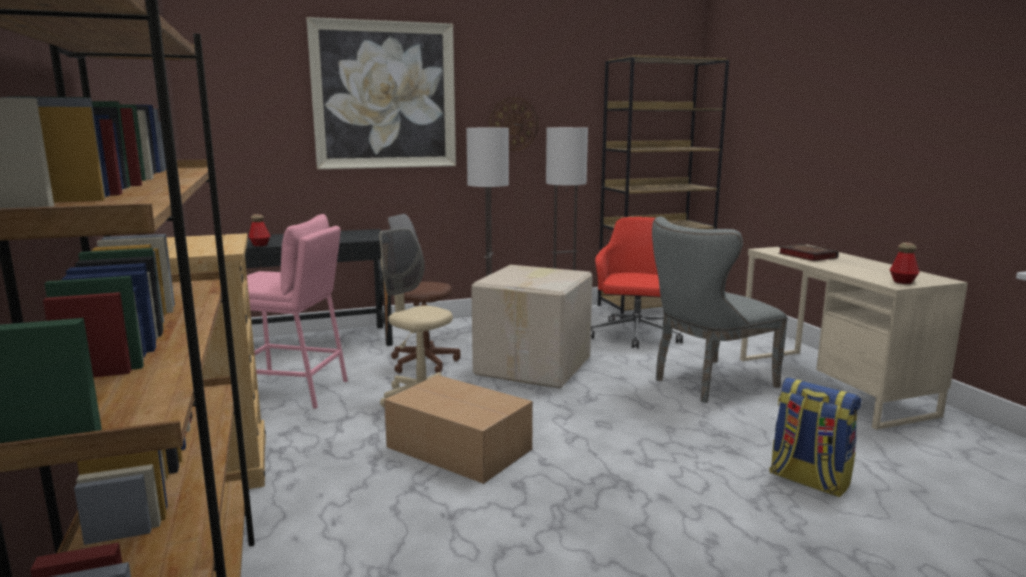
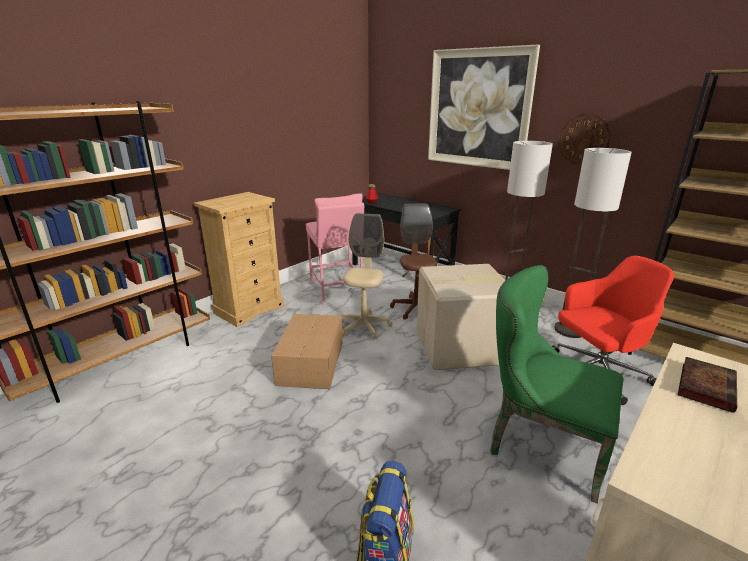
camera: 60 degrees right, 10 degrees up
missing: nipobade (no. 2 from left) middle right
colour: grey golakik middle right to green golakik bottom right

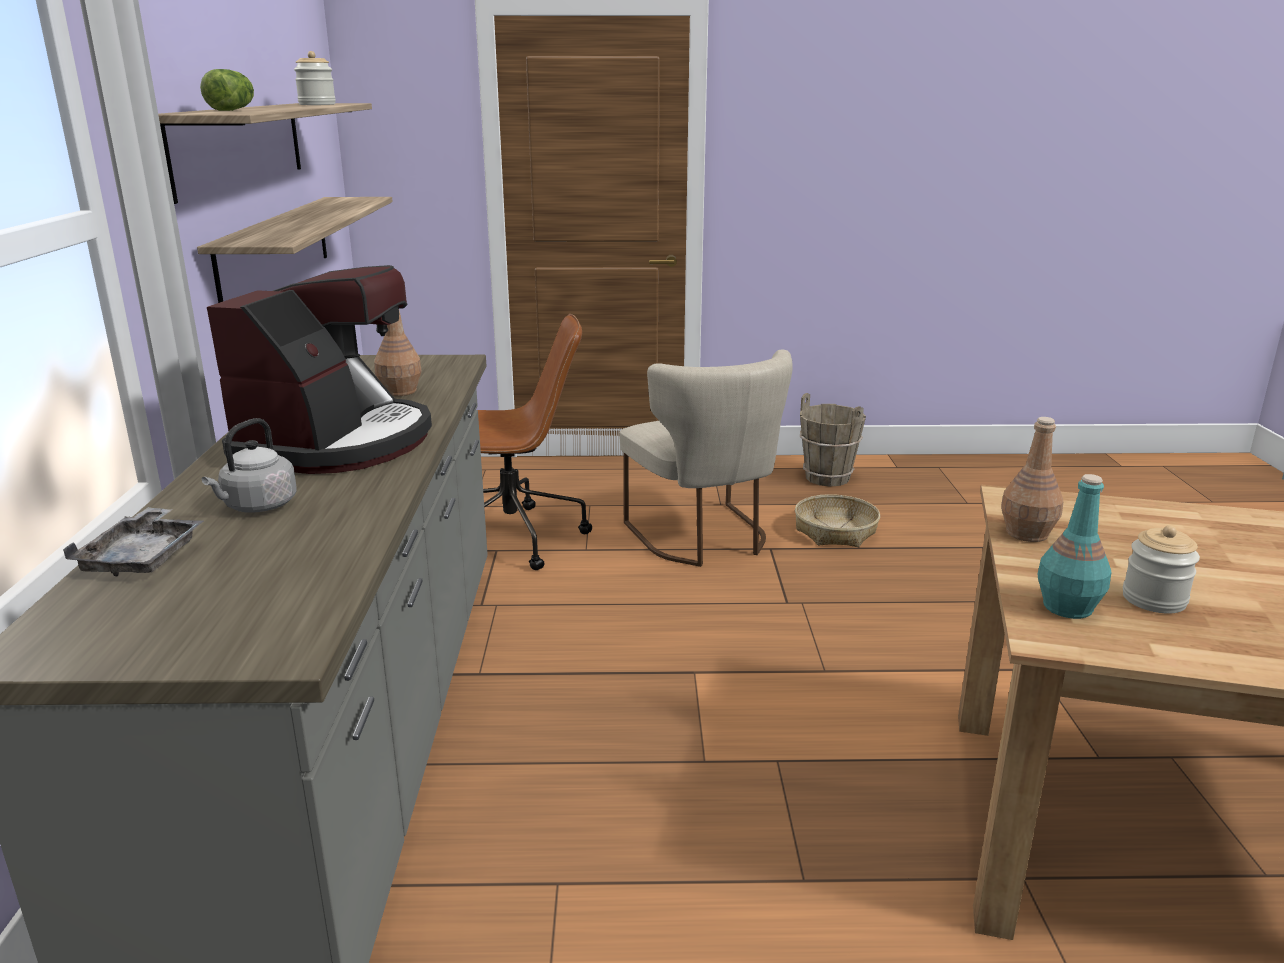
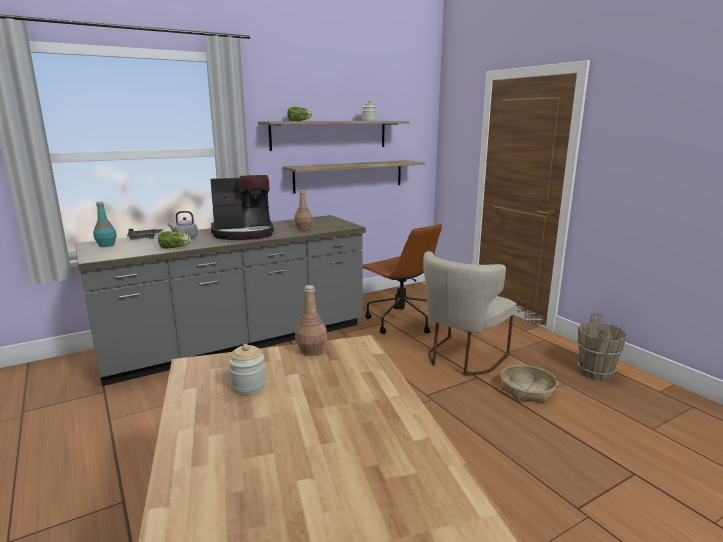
camera: 60 degrees right, 5 degrees down
appeared: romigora (no. 1 from left) middle left
relocated: turquoise nipobade middle right to middle left

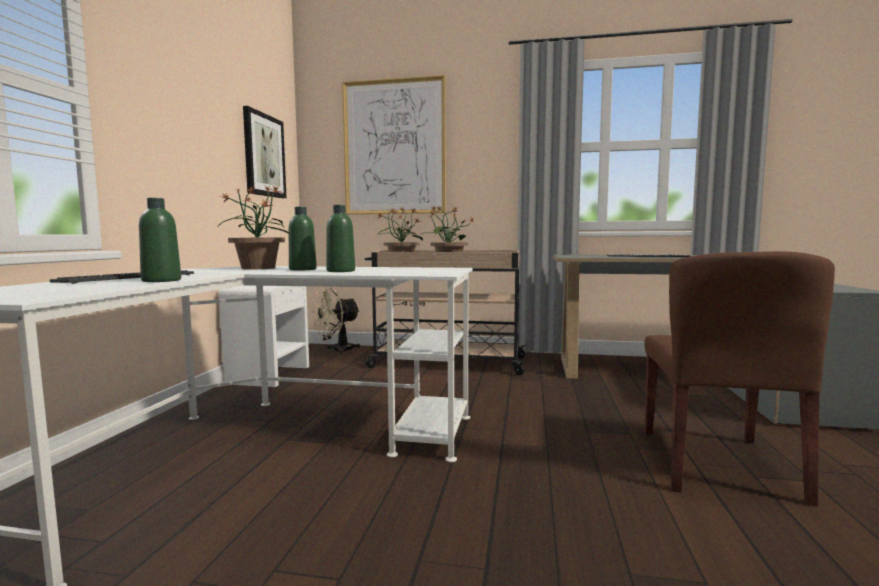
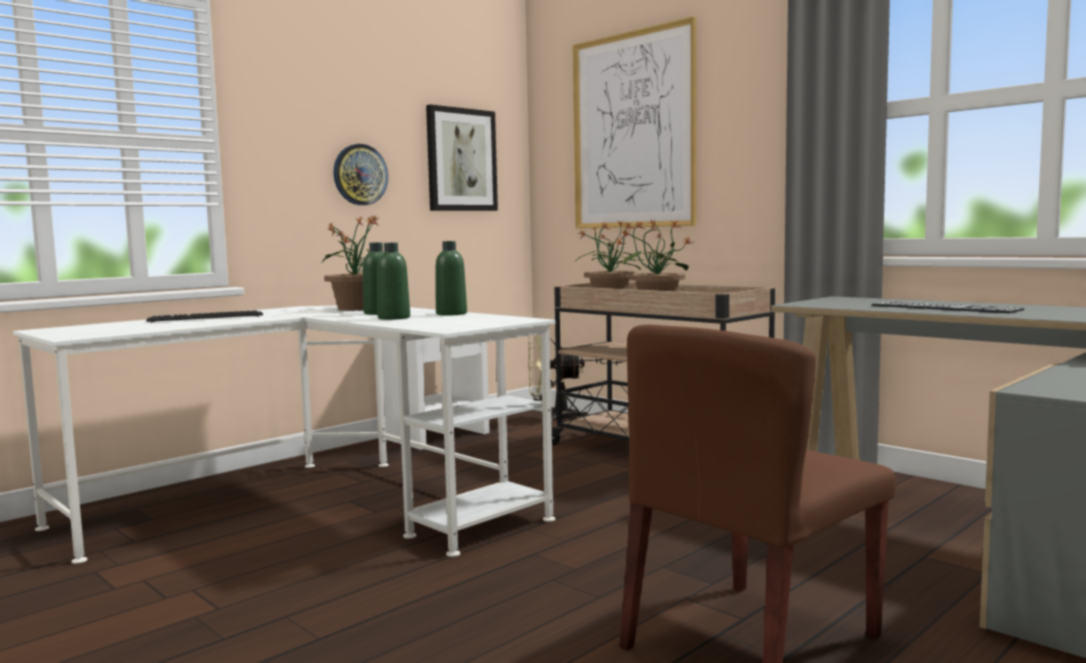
camera: 35 degrees right, 0 degrees up
appeared: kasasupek top left
relocated: green nipobade (no. 1 from left in the first image) middle left to green nipobade (no. 3 from left) centre

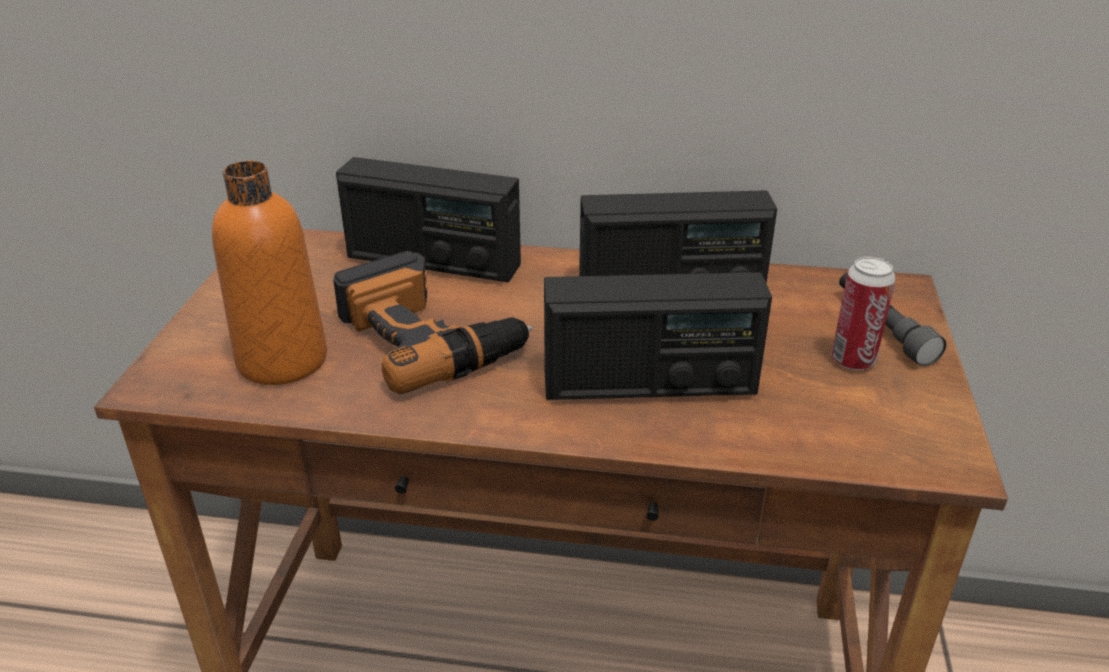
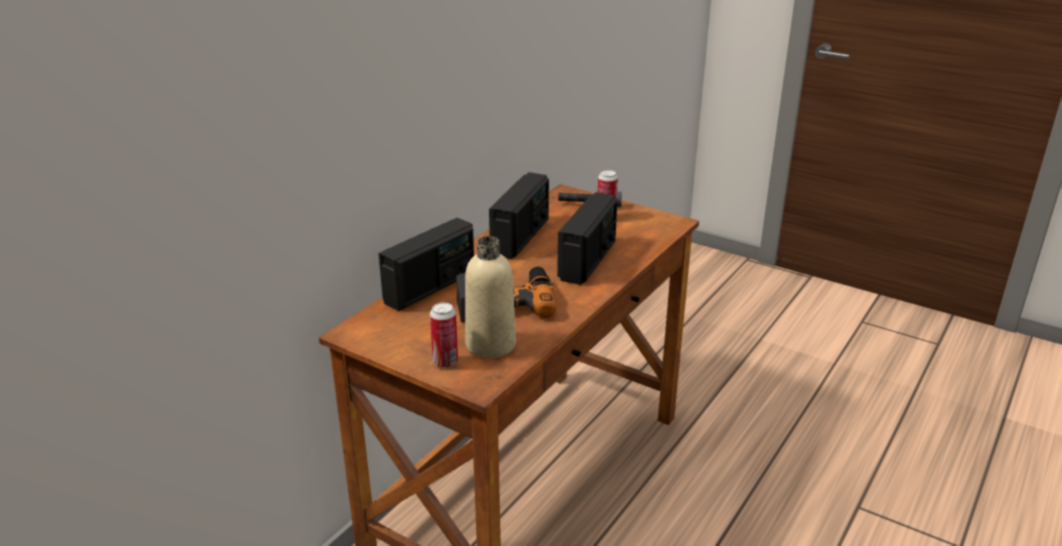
camera: 65 degrees left, 5 degrees down
appeared: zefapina (no. 1 from left) centre
colour: orange nipobade middle left to beige nipobade centre

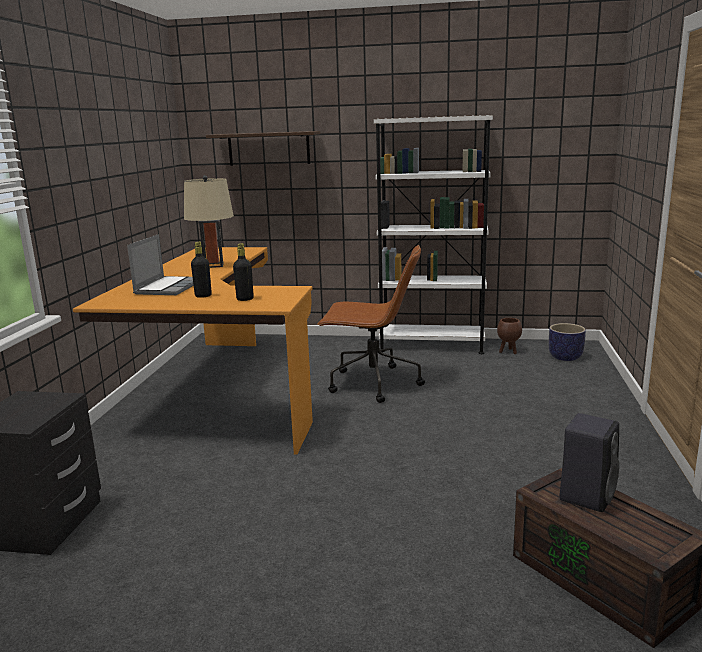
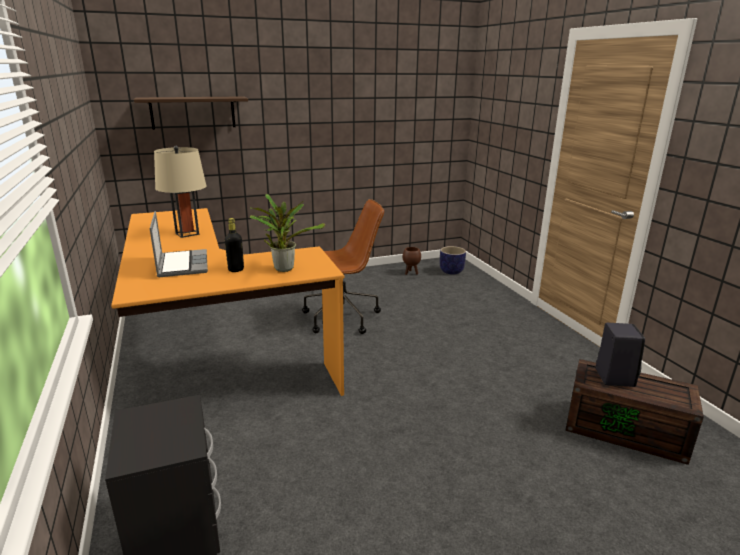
camera: 30 degrees left, 5 degrees up
missing: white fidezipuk centre
exchanged: black nipobade (no. 2 from left) centre to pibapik centre

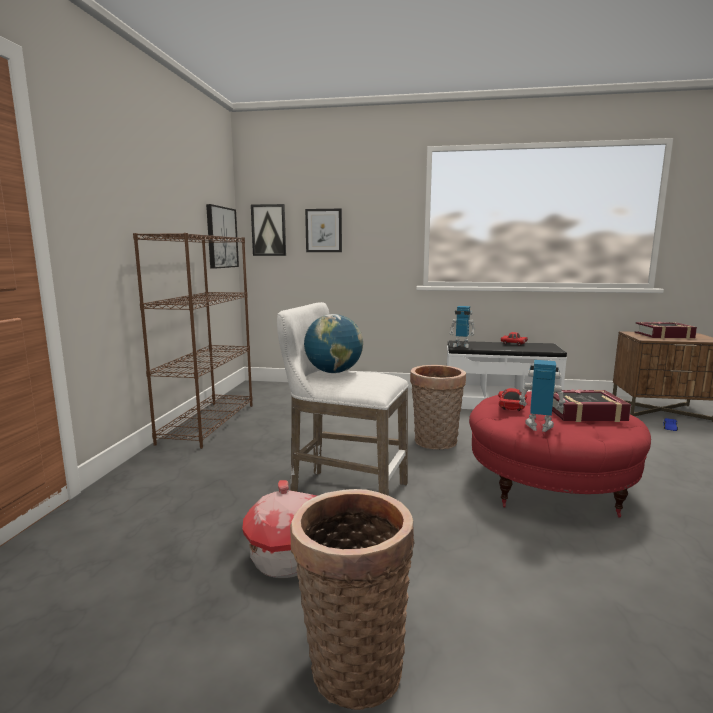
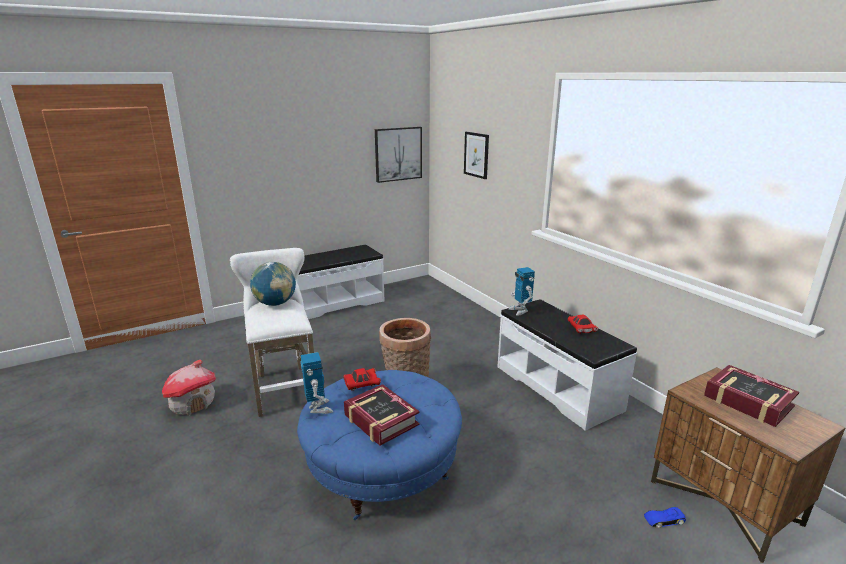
camera: 50 degrees right, 10 degrees up
missing: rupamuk (no. 2 from left) top centre; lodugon (no. 1 from left) bottom centre
exchanged: brown fidezipuk middle left to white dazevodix (no. 1 from left) centre
colour: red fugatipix middle right to blue fugatipix bottom centre

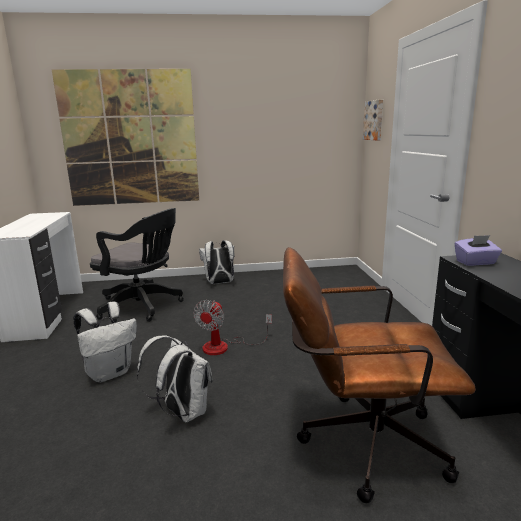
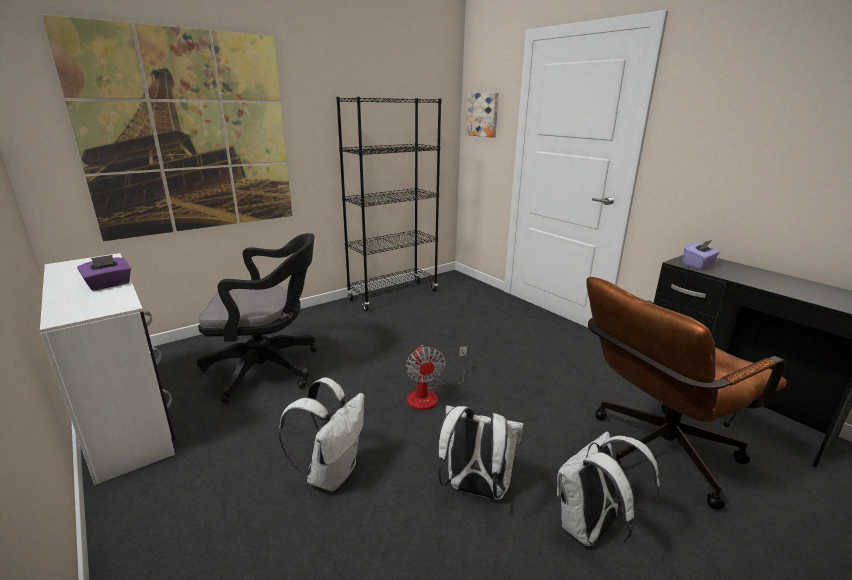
camera: 30 degrees left, 5 degrees up
appeared: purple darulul (no. 1 from left) middle left; black fidezipuk centre
relocated: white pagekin (no. 3 from left) centre to bottom right

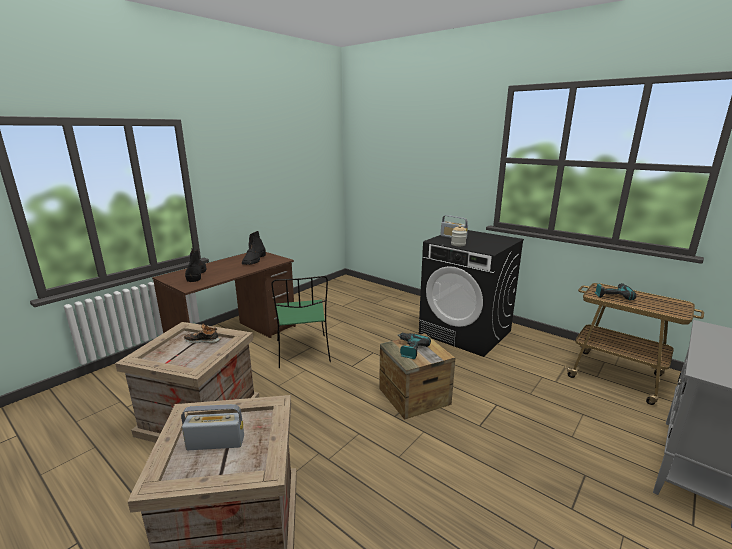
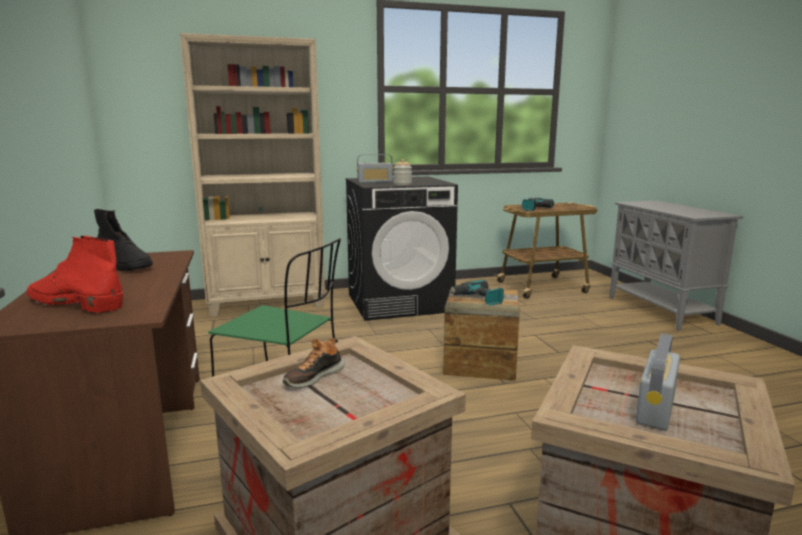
camera: 55 degrees left, 5 degrees down
appeared: beige fidezipuk top left
colour: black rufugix (no. 1 from left) middle left to red rufugix middle left

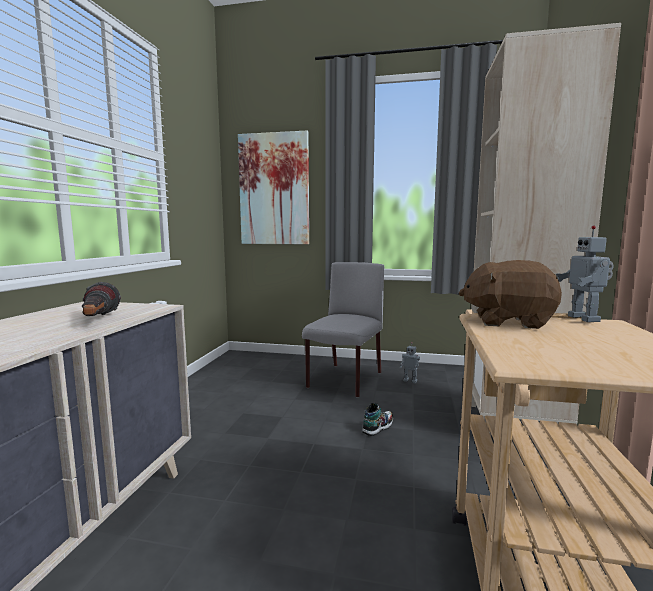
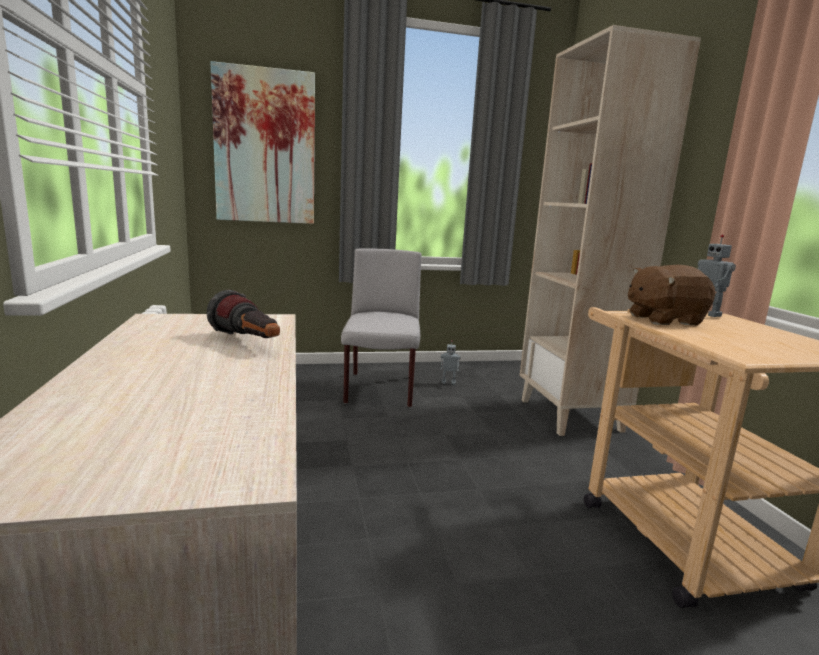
camera: 25 degrees left, 5 degrees up
missing: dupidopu bottom centre

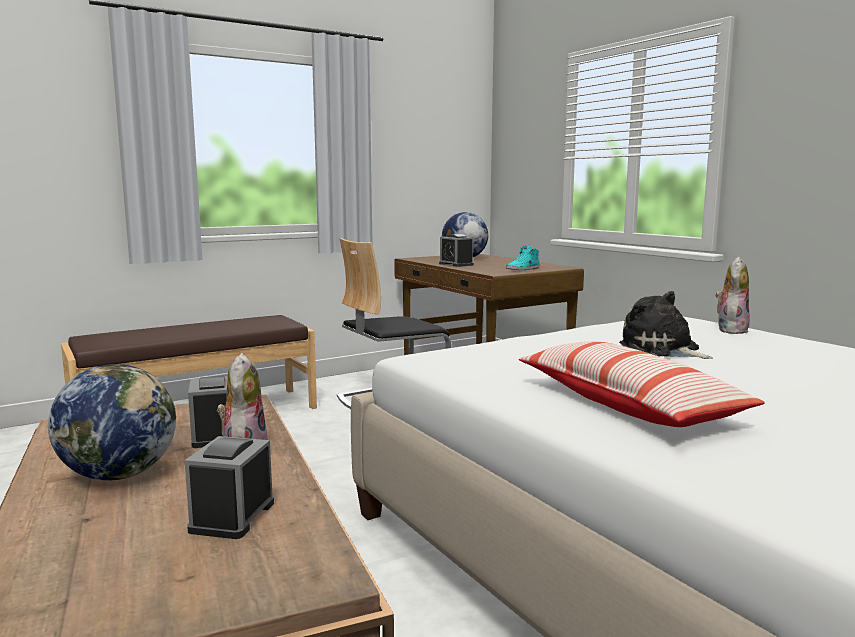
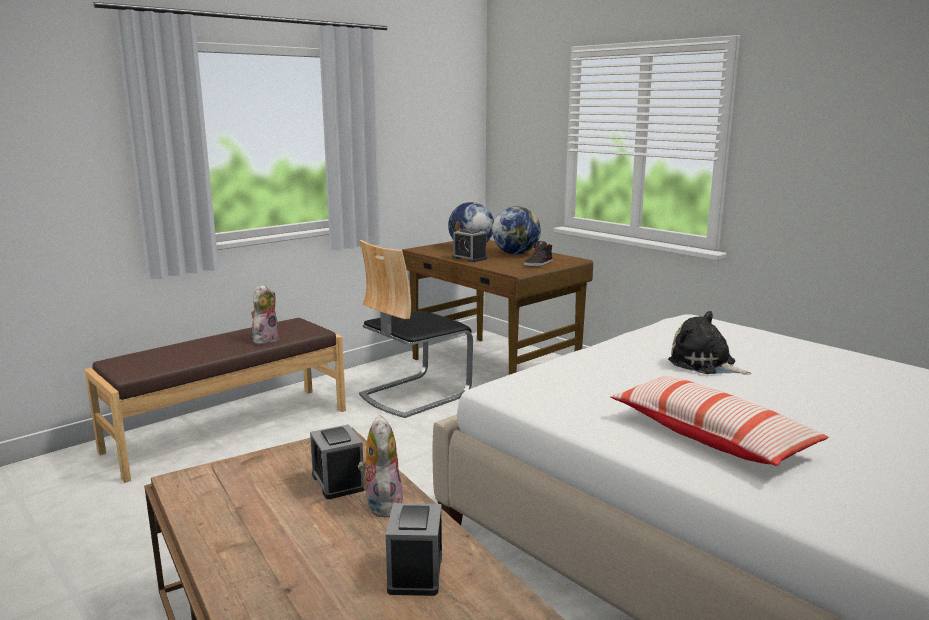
camera: 10 degrees left, 5 degrees up
relocated: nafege (no. 1 from left in the first image) middle left to nafege (no. 2 from left) centre; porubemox (no. 3 from left in the first image) middle right to porubemox (no. 1 from left) middle left
colour: turquoise dupidopu centre to black dupidopu centre

